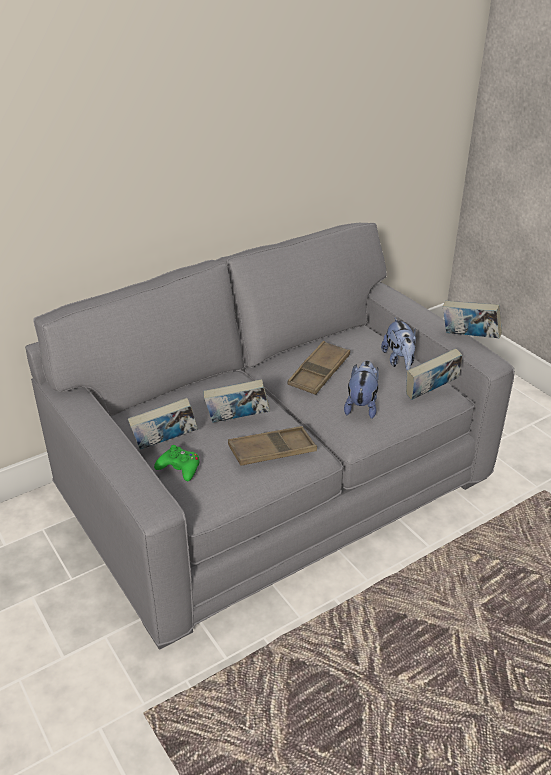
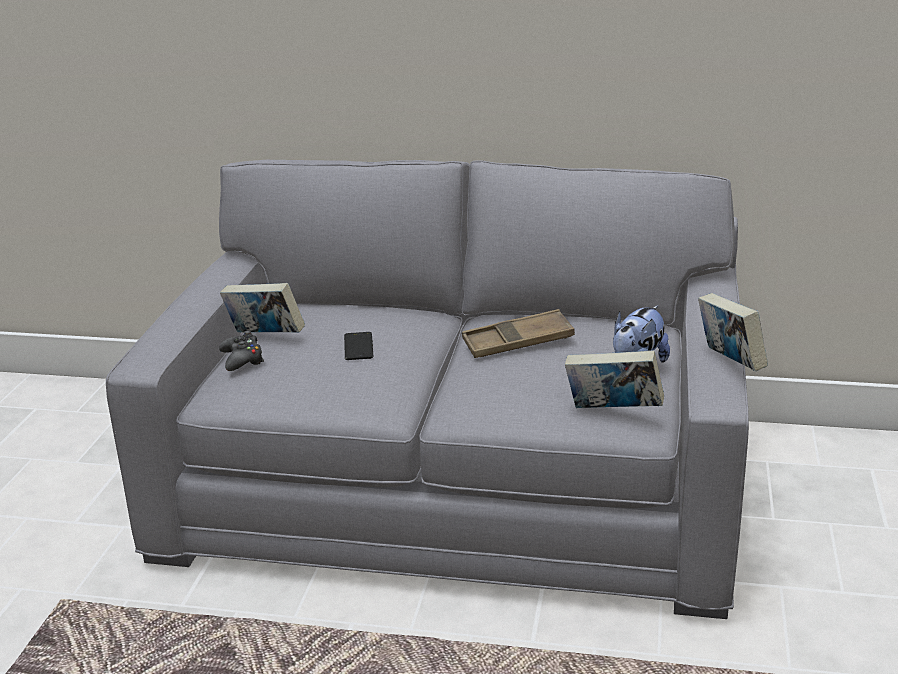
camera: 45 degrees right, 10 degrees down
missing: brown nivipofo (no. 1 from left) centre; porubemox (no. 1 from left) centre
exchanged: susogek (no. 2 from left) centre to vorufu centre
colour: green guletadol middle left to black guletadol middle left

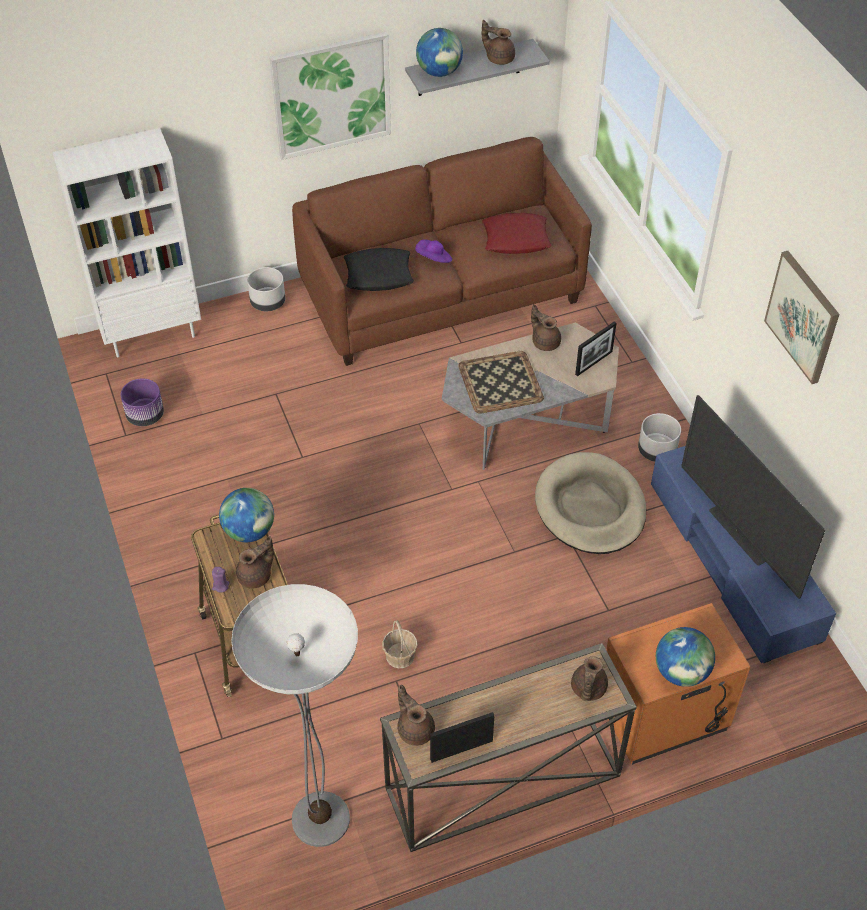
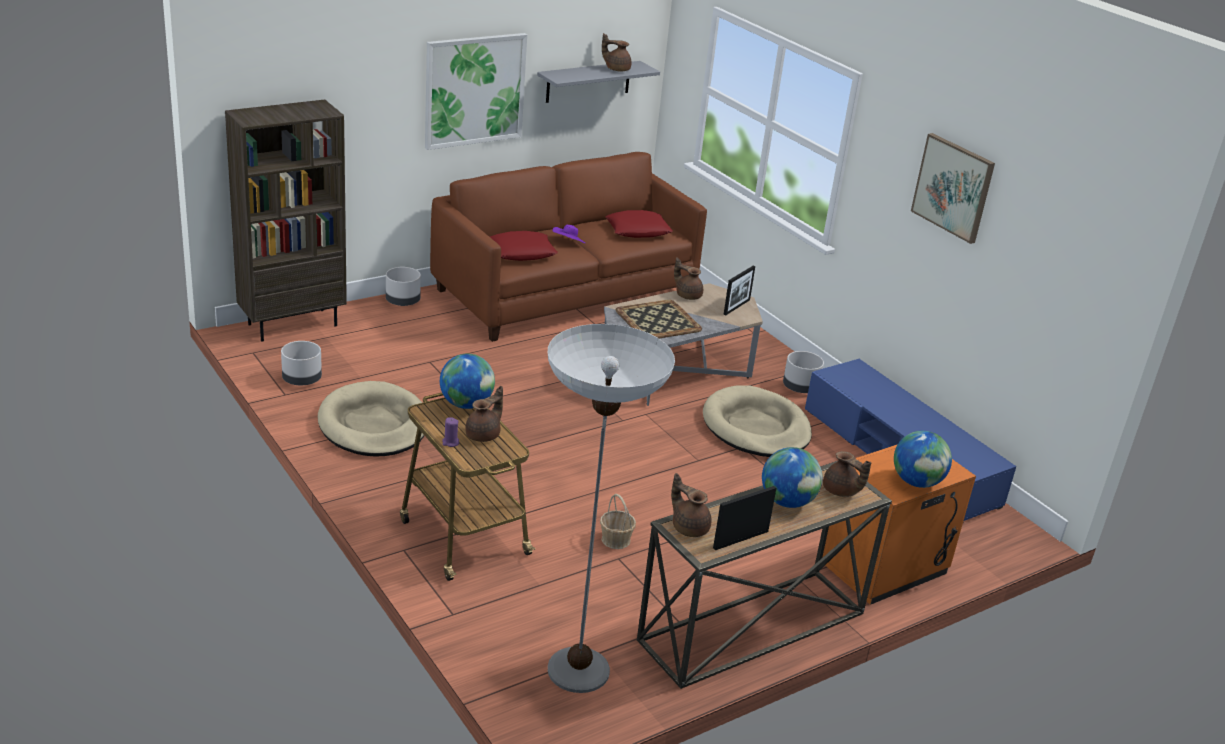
camera: 15 degrees left, 20 degrees down
missing: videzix middle right
appeared: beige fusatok (no. 1 from left) middle left
relocated: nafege (no. 2 from left) top centre to centre
colour: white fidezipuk top left to brown fidezipuk top left; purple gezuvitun middle left to grey gezuvitun (no. 1 from left) middle left; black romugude top centre to red romugude (no. 1 from left) top centre
spun: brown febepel (no. 5 from left) bottom right = middle right 45 degrees counterclockwise

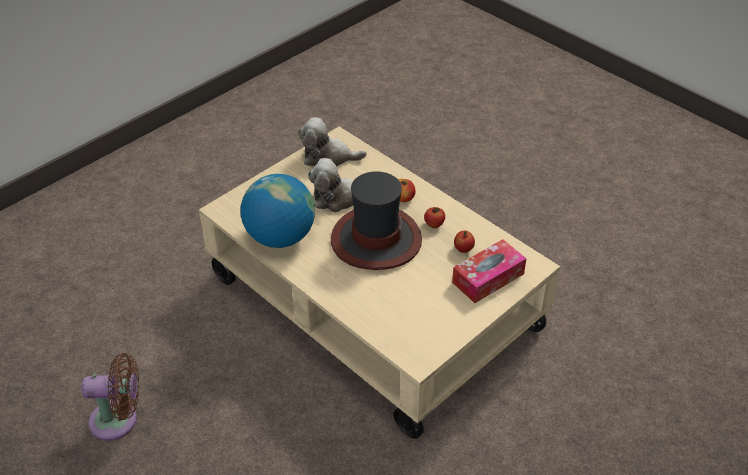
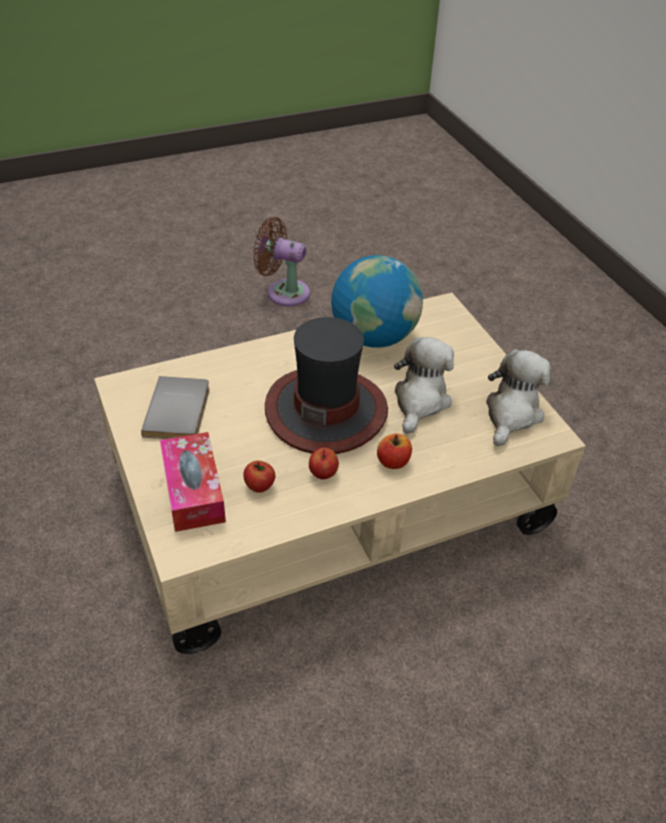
camera: 110 degrees right, 0 degrees up
appeared: grey susogek middle left
spun: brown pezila bottom left = top centre 90 degrees clockwise

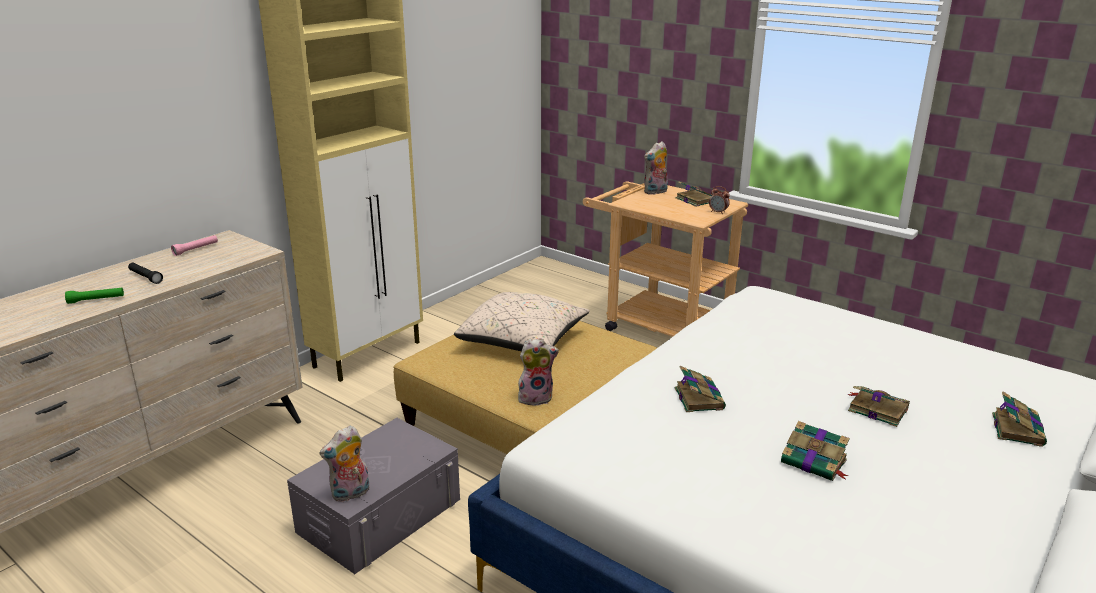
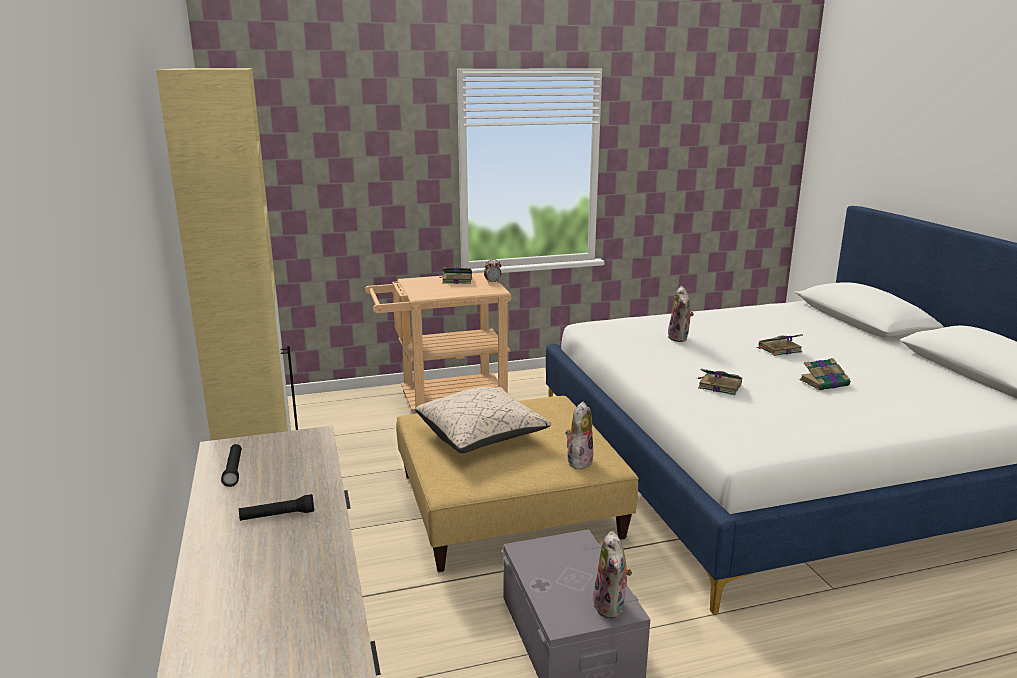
camera: 55 degrees left, 5 degrees down
missing: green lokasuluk middle left; susogek (no. 5 from left) bottom right
relocated: porubemox (no. 3 from left) top centre to middle right
colour: pink lokasuluk middle left to black lokasuluk (no. 1 from left) bottom left

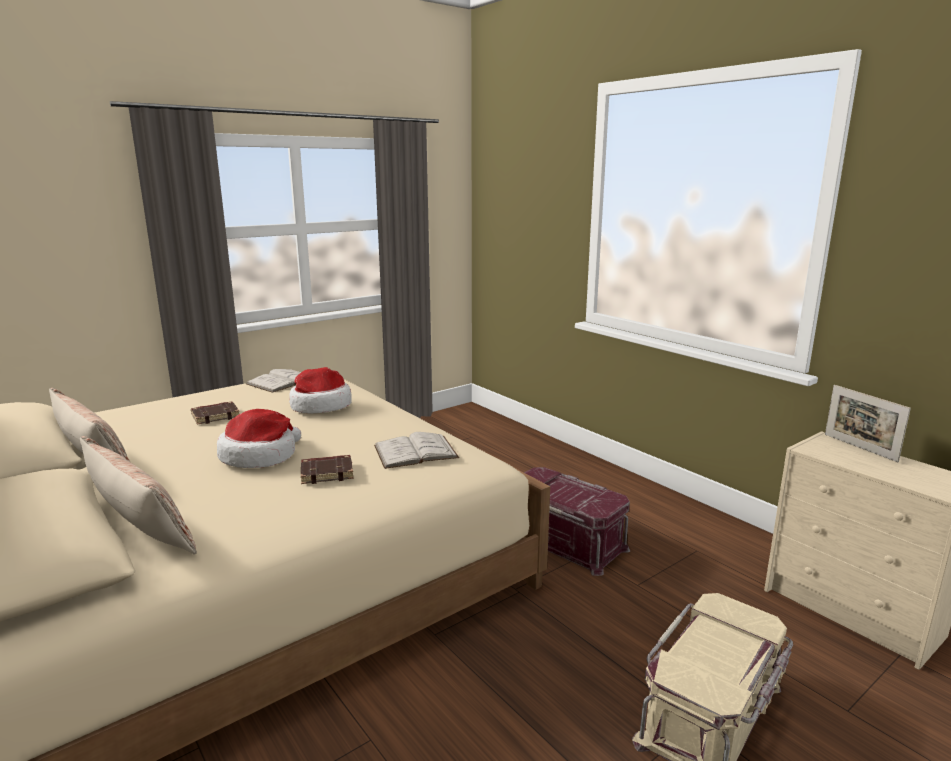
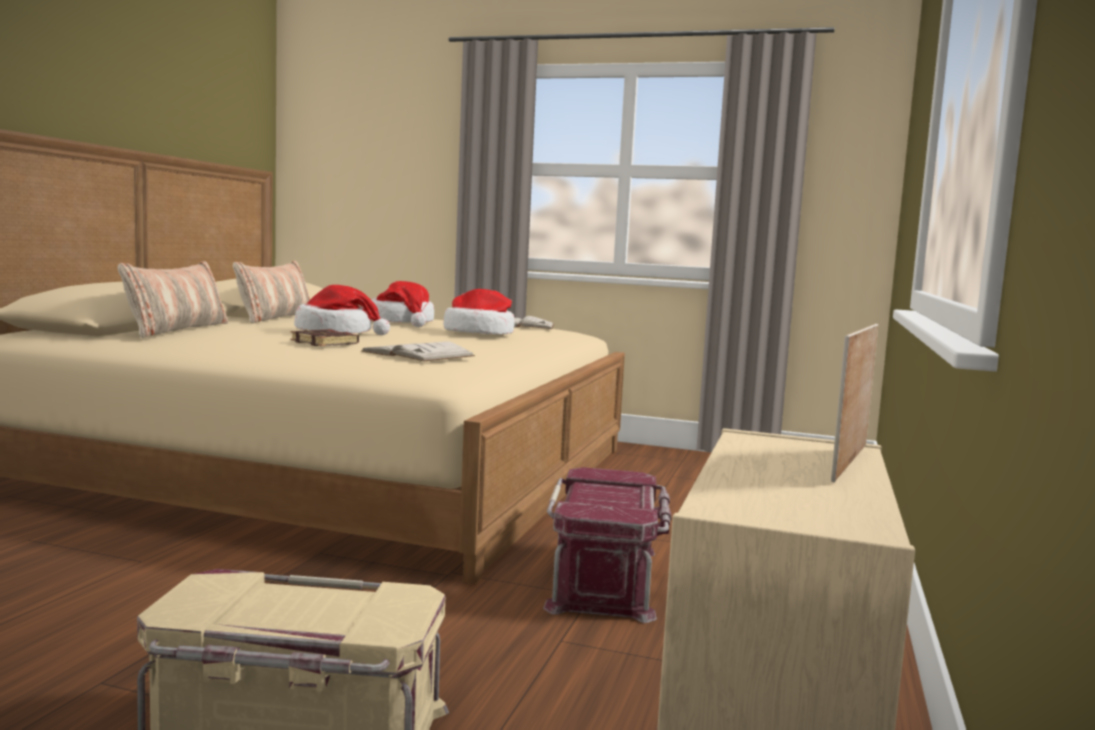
camera: 55 degrees right, 10 degrees down
exchanged: brown susogek (no. 1 from left) middle left to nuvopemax (no. 2 from left) centre

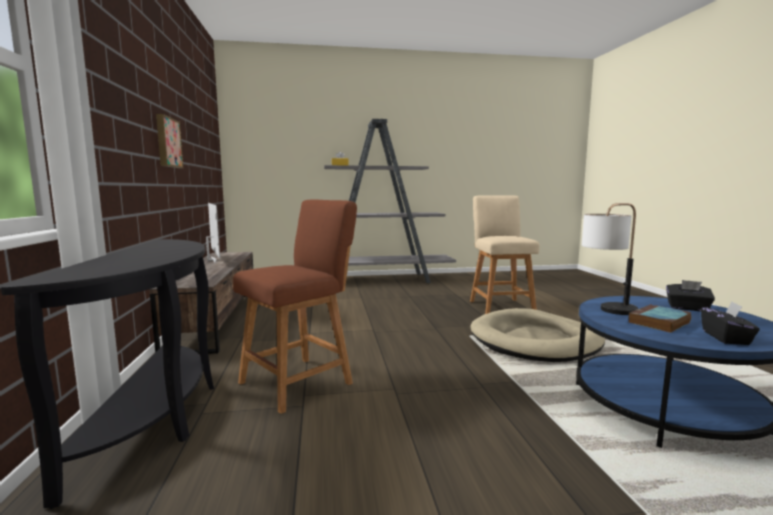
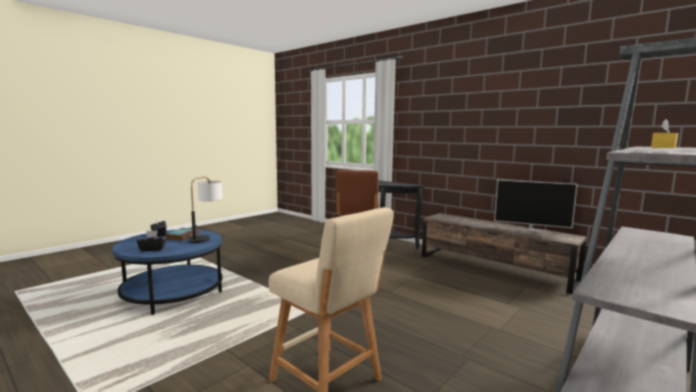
camera: 140 degrees right, 0 degrees up
missing: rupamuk top left; beige fusatok middle right

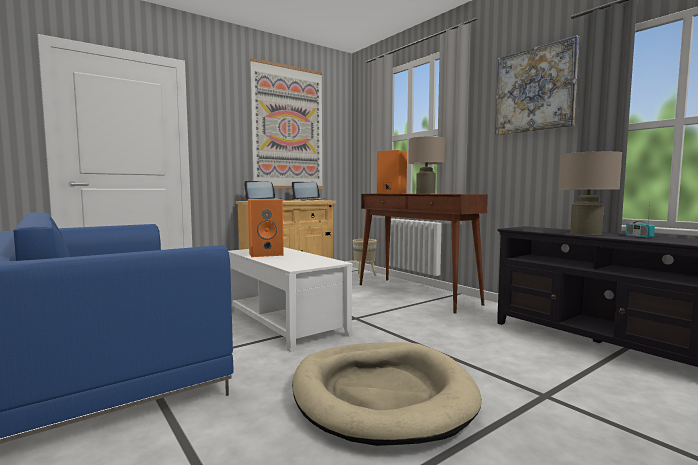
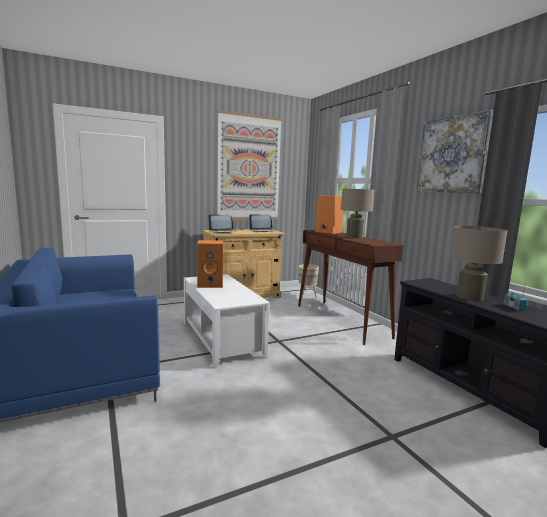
camera: 10 degrees right, 5 degrees up
missing: beige fusatok bottom centre

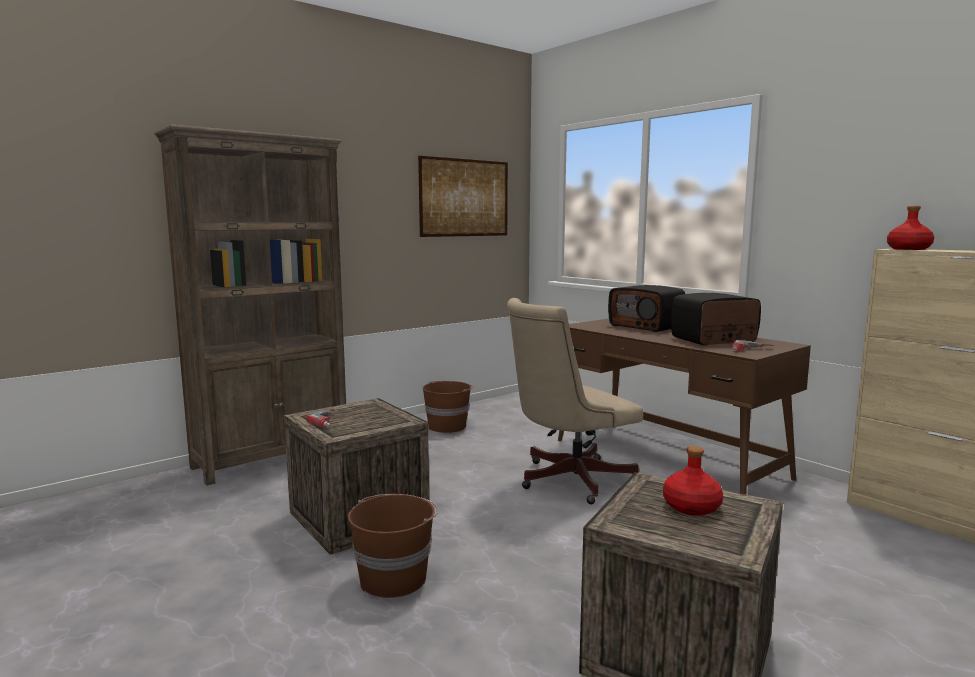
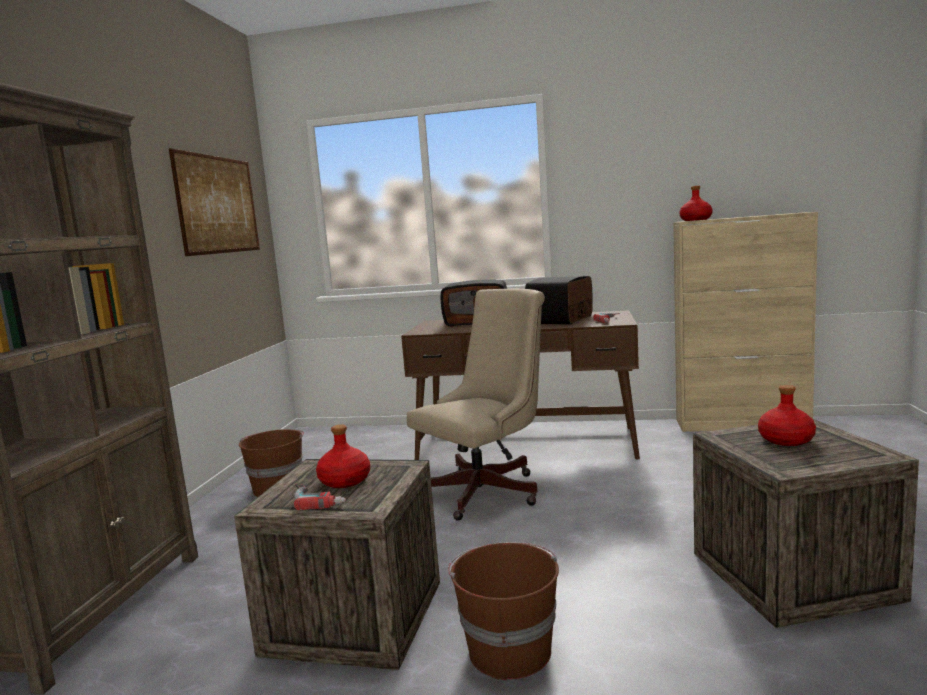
camera: 40 degrees left, 0 degrees up
appeared: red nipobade (no. 1 from left) centre
spun: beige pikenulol centre = centre 150 degrees counterclockwise

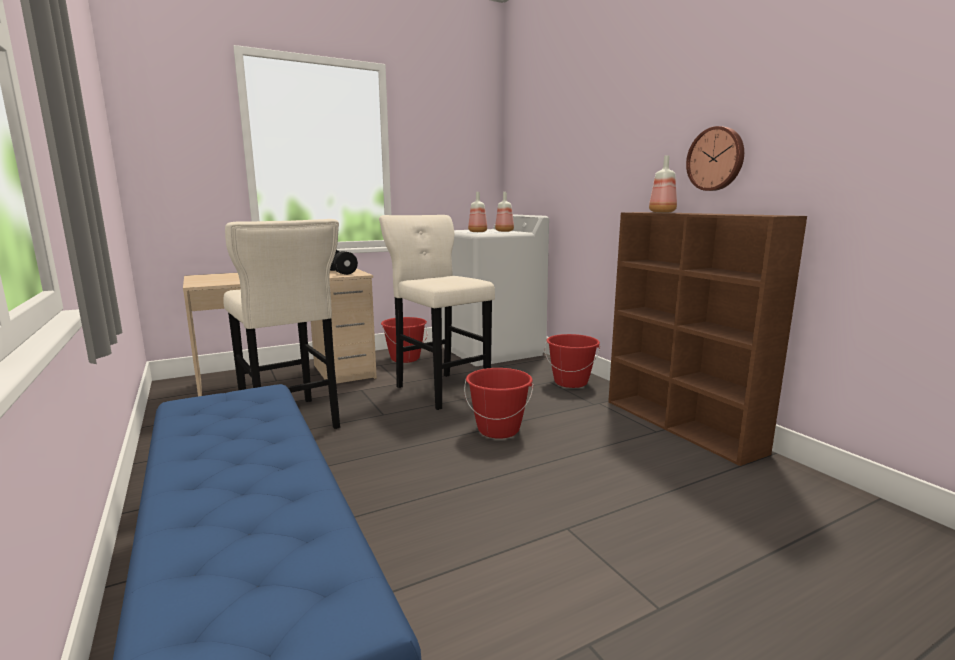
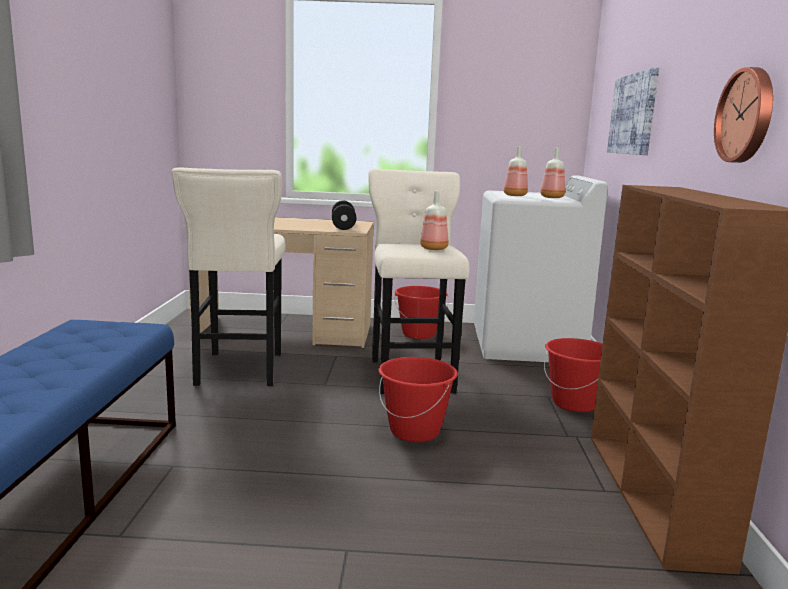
camera: 30 degrees right, 0 degrees up
appeared: rupamuk top right
relocated: nipobade (no. 3 from left in the first image) top right to nipobade (no. 1 from left) centre

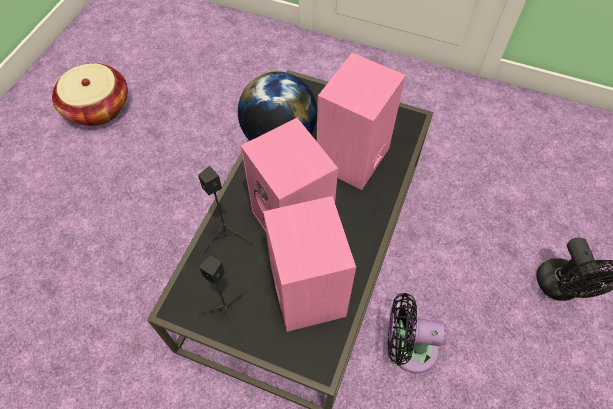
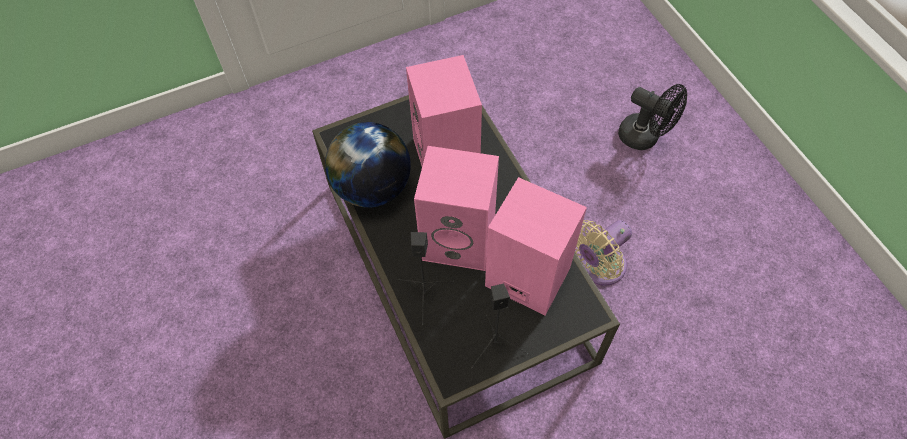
camera: 45 degrees left, 0 degrees up
missing: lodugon top left
colour: black pezila (no. 1 from left) bottom right to beige pezila centre

